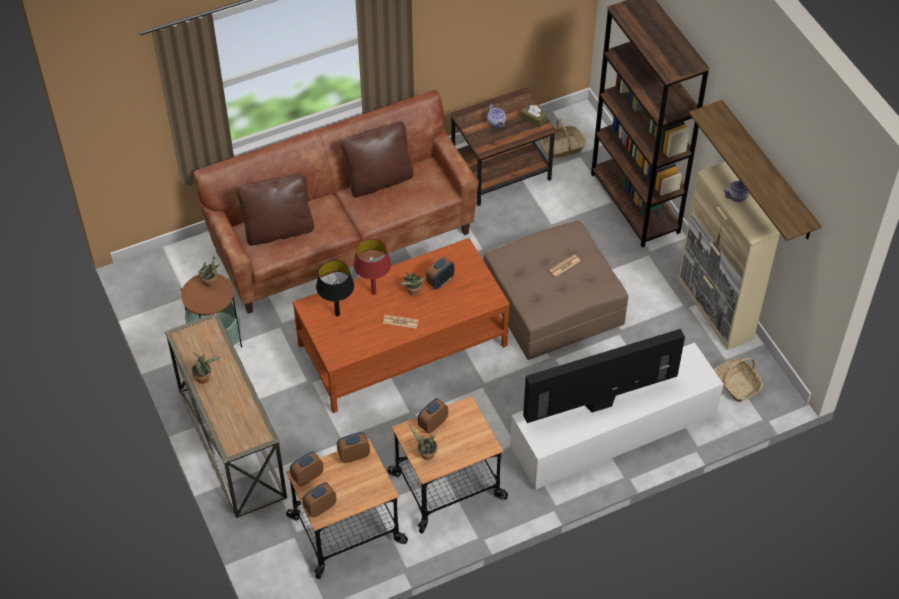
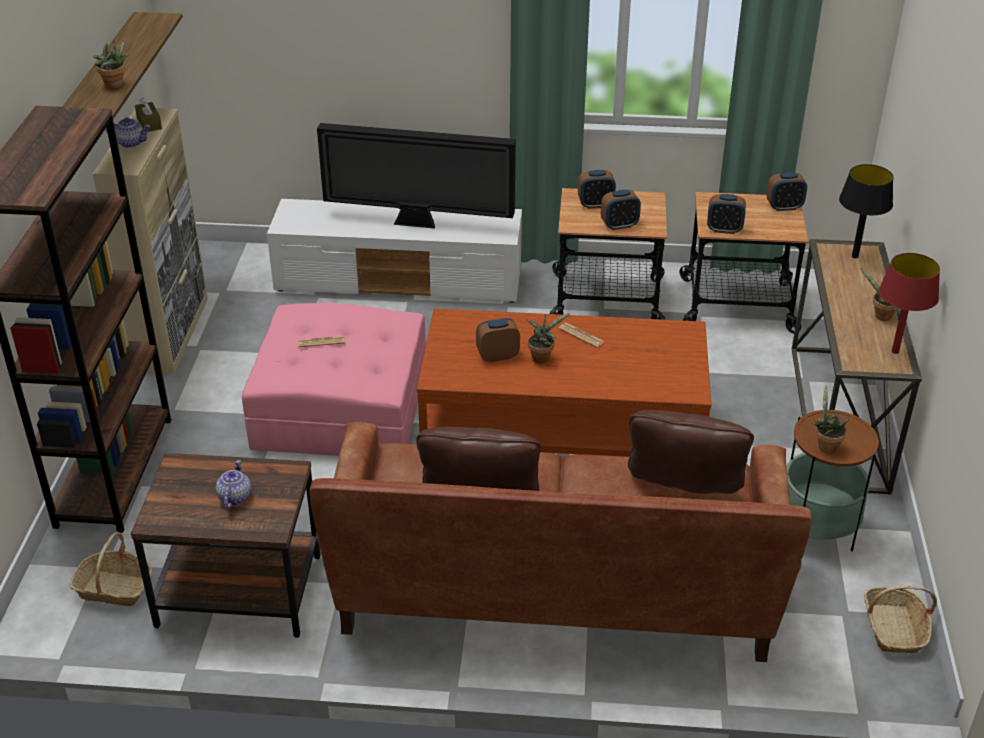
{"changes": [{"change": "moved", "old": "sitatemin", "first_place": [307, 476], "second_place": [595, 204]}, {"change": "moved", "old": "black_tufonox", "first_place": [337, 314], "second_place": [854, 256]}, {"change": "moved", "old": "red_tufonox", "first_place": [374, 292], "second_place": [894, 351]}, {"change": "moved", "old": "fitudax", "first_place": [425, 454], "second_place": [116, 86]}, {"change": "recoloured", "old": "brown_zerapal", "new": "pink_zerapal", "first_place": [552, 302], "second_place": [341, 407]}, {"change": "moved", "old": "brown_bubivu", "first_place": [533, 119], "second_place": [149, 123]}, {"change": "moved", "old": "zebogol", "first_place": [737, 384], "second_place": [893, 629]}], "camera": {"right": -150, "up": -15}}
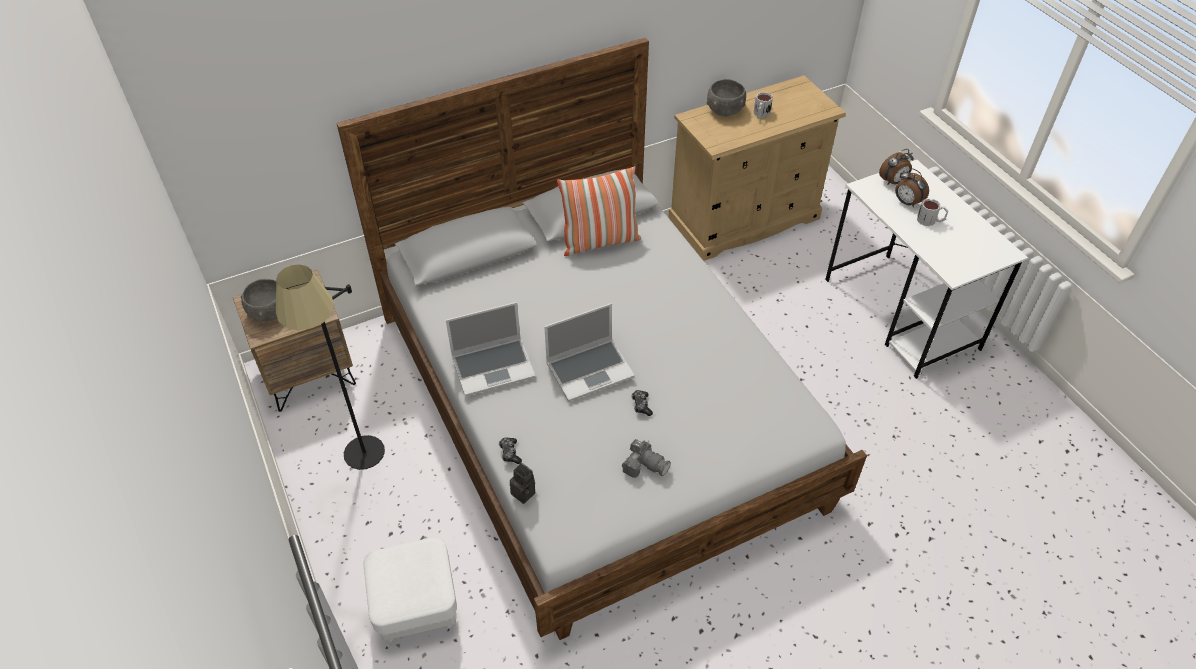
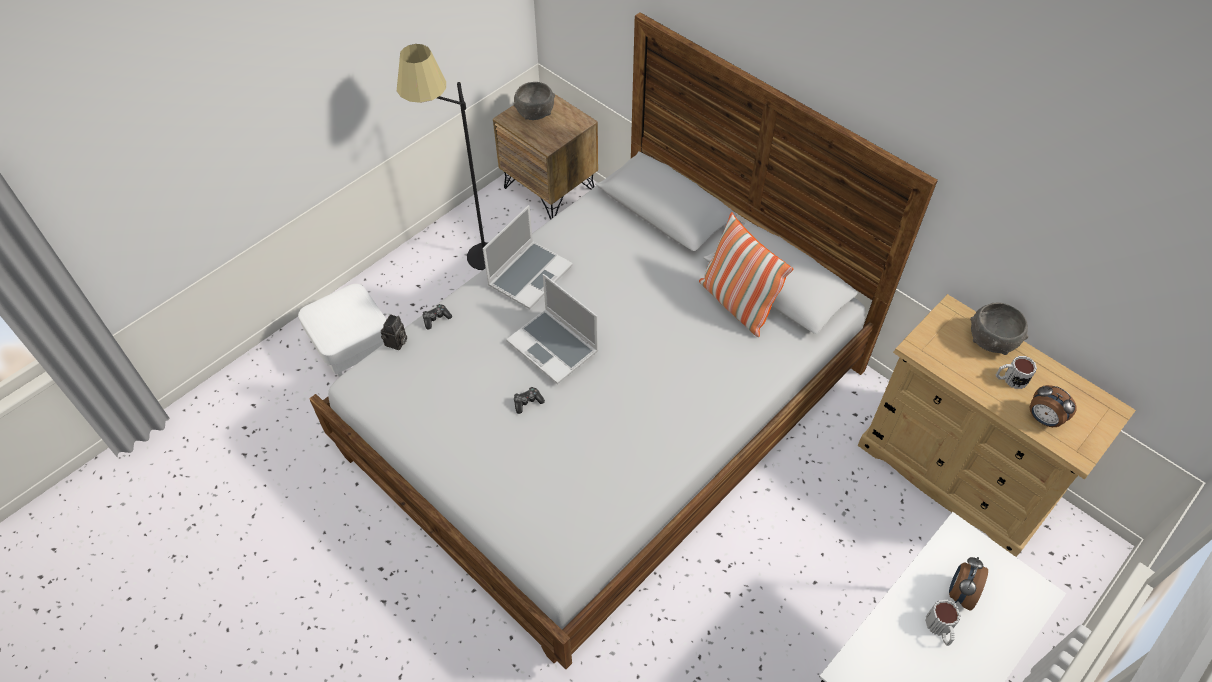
{"changes": [{"change": "turned", "old": "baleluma", "first_place": [494, 366], "second_place": [530, 274], "degrees": -105}, {"change": "removed", "old": "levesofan", "first_place": [645, 465]}, {"change": "moved", "old": "sitatemin", "first_place": [893, 182], "second_place": [1043, 419]}], "camera": {"right": 70, "up": 5}}
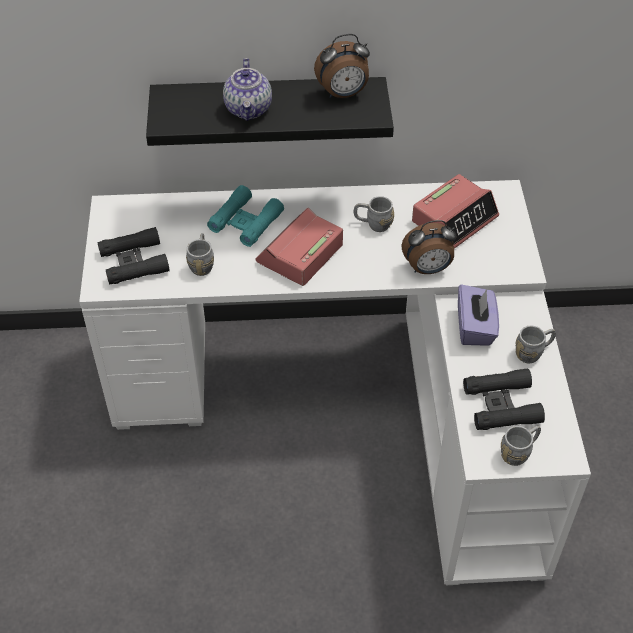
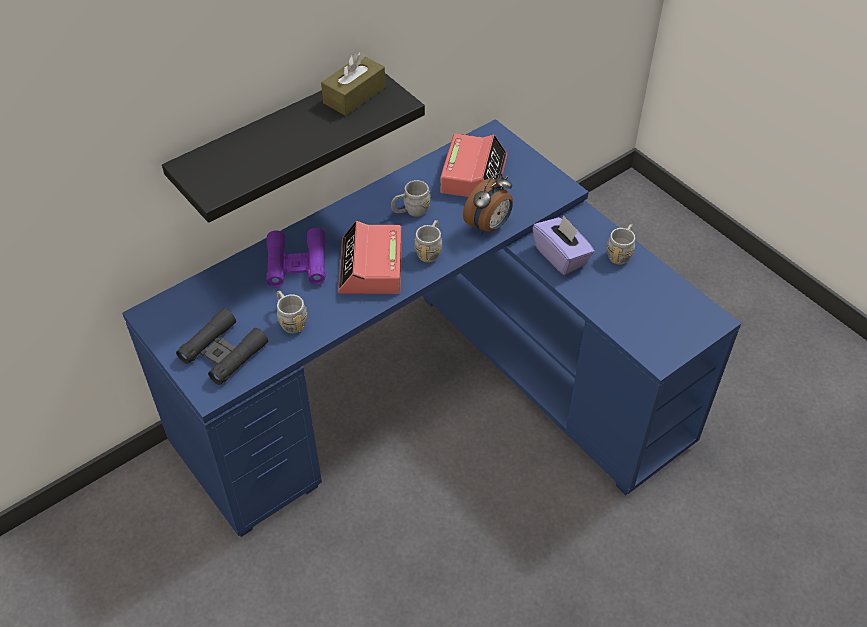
{"changes": [{"change": "recoloured", "old": "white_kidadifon", "new": "blue_kidadifon", "first_place": [354, 403], "second_place": [435, 391]}, {"change": "recoloured", "old": "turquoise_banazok", "new": "purple_banazok", "first_place": [245, 222], "second_place": [297, 263]}, {"change": "removed", "old": "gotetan", "first_place": [249, 109]}, {"change": "replaced", "old": "sitatemin", "new": "brown_bubivu", "first_place": [343, 94], "second_place": [354, 95]}, {"change": "removed", "old": "black_banazok", "first_place": [501, 405]}, {"change": "moved", "old": "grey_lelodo", "first_place": [519, 452], "second_place": [430, 250]}], "camera": {"right": -35, "up": 0}}
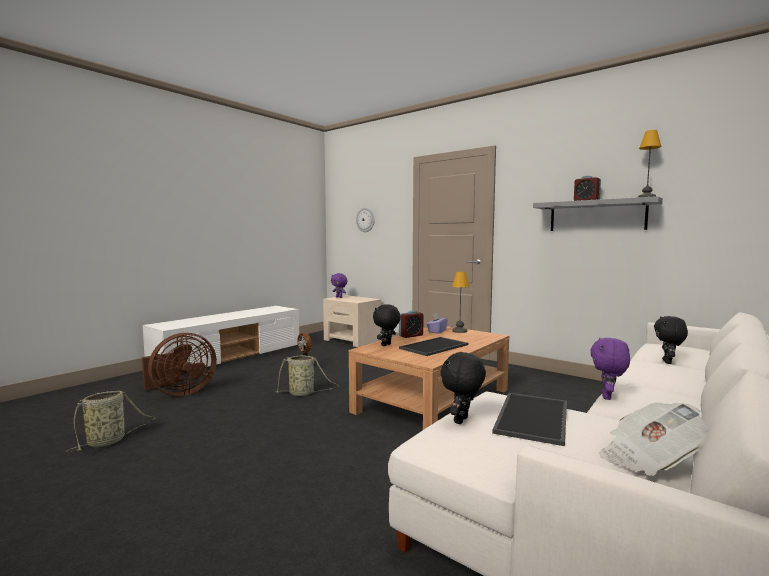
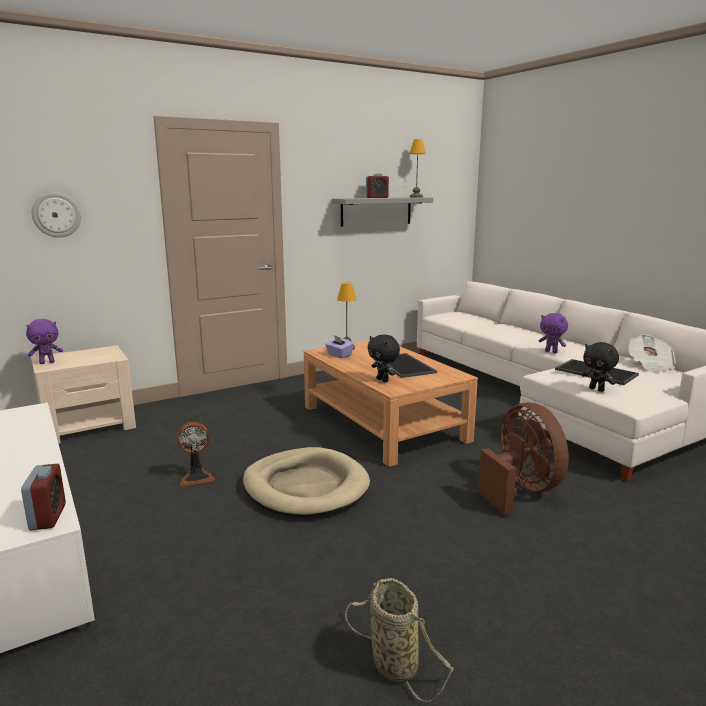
{"changes": [{"change": "moved", "old": "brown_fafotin", "first_place": [180, 393], "second_place": [520, 490]}, {"change": "replaced", "old": "zebogol", "new": "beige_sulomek", "first_place": [303, 393], "second_place": [305, 487]}, {"change": "moved", "old": "sitatemin", "first_place": [411, 336], "second_place": [48, 517]}, {"change": "removed", "old": "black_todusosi", "first_place": [668, 362]}], "camera": {"right": -70, "up": 10}}
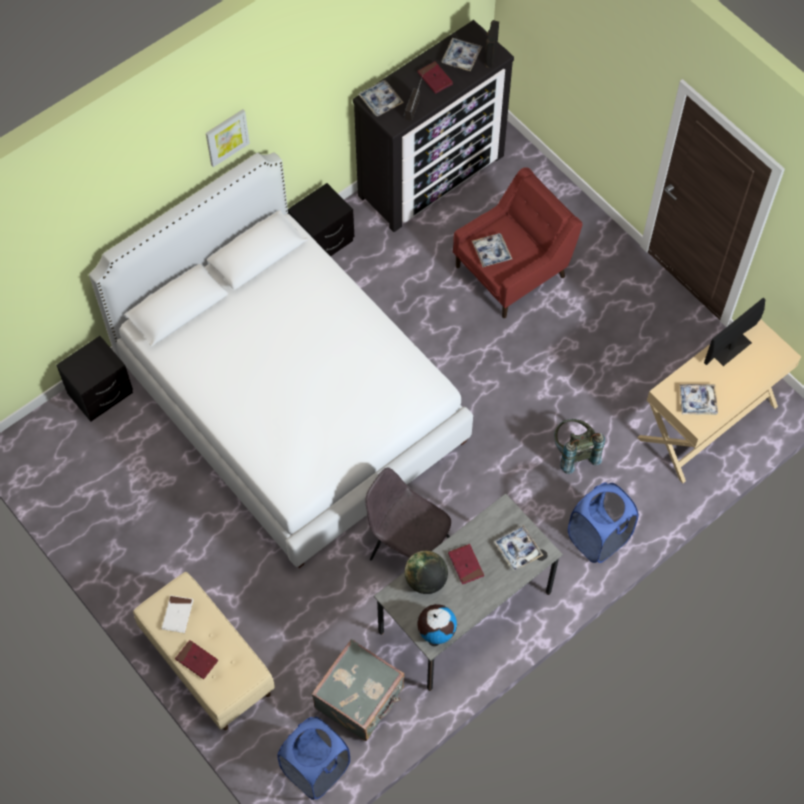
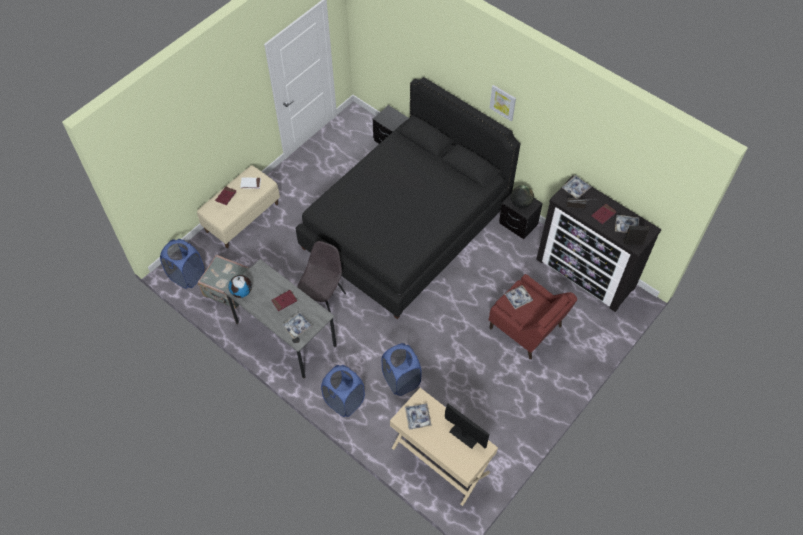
{"changes": [{"change": "recoloured", "old": "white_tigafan", "new": "black_tigafan", "first_place": [291, 401], "second_place": [406, 227]}, {"change": "moved", "old": "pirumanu", "first_place": [426, 580], "second_place": [521, 203]}, {"change": "replaced", "old": "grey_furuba", "new": "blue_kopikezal", "first_place": [573, 453], "second_place": [401, 380]}], "camera": {"right": 80, "up": -5}}
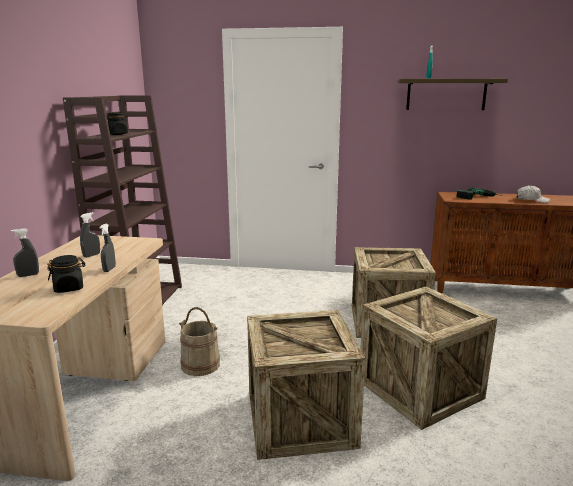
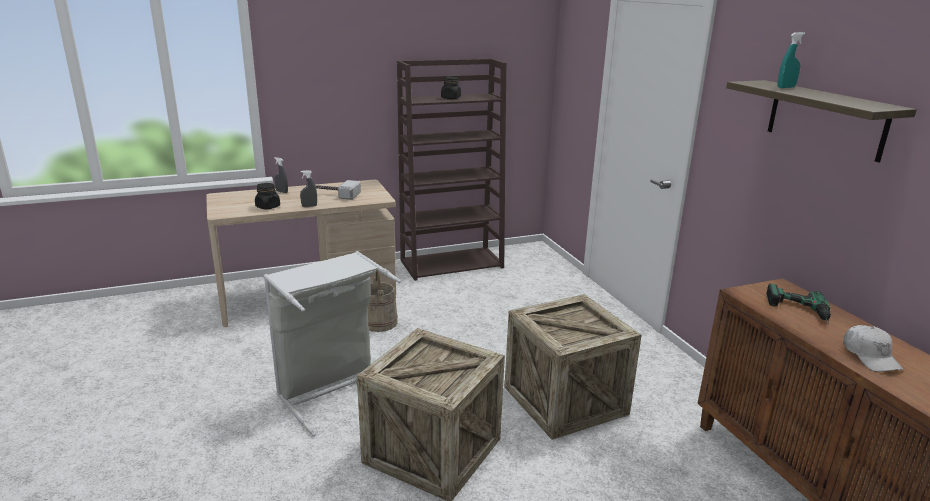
{"changes": [{"change": "replaced", "old": "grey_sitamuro", "new": "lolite", "first_place": [91, 255], "second_place": [333, 194]}, {"change": "replaced", "old": "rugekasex", "new": "grey_kopikezal", "first_place": [300, 420], "second_place": [334, 391]}], "camera": {"right": 60, "up": 5}}
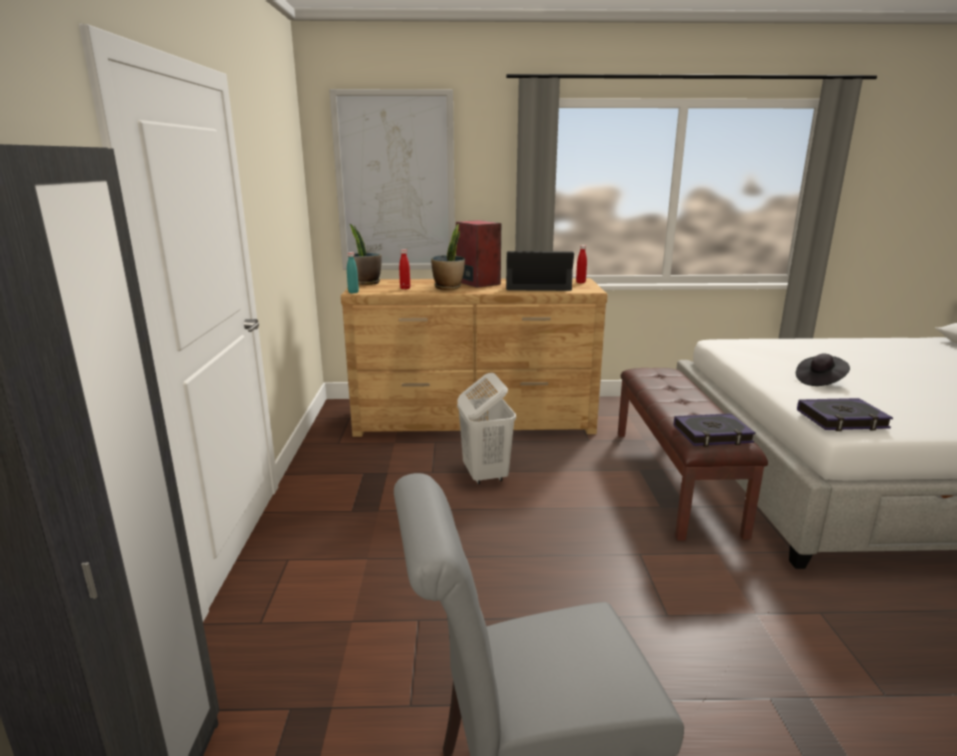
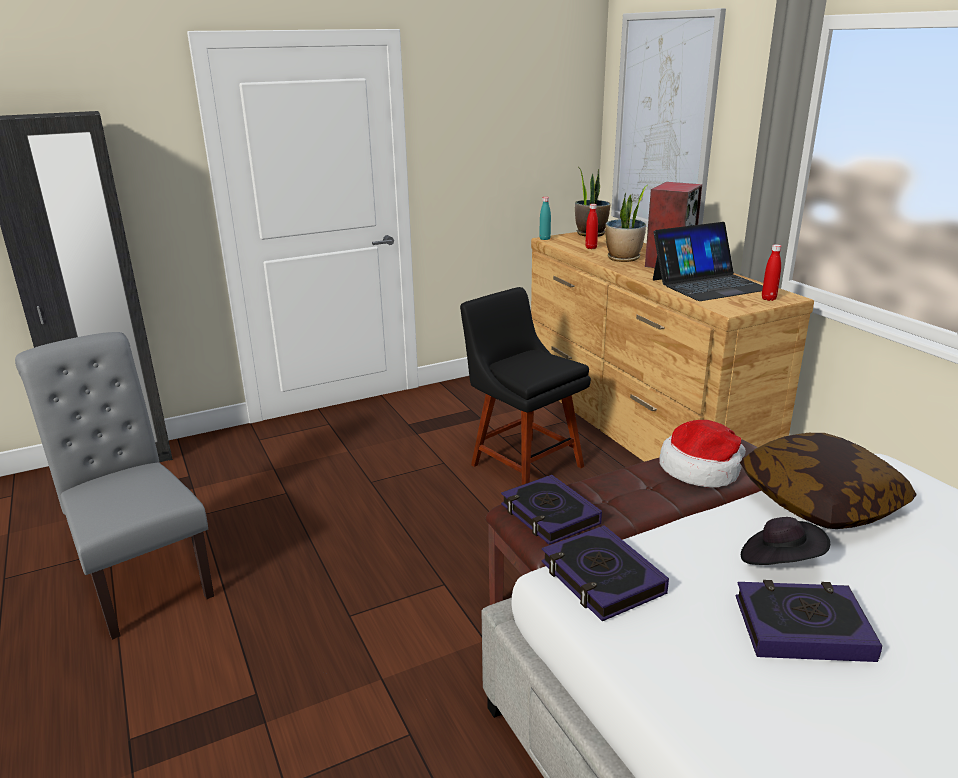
{"changes": [{"change": "replaced", "old": "white_kopikezal", "new": "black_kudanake", "first_place": [485, 475], "second_place": [523, 463]}, {"change": "turned", "old": "baleluma", "first_place": [537, 285], "second_place": [709, 284], "degrees": 90}, {"change": "added", "new": "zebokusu", "second_place": [701, 469]}, {"change": "added", "new": "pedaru", "second_place": [802, 628]}, {"change": "added", "new": "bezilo", "second_place": [819, 501]}], "camera": {"right": 65, "up": 5}}
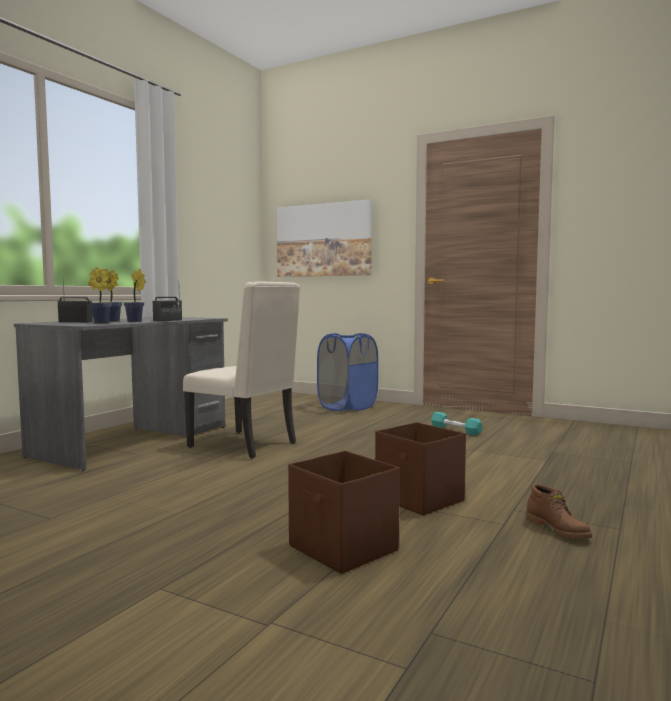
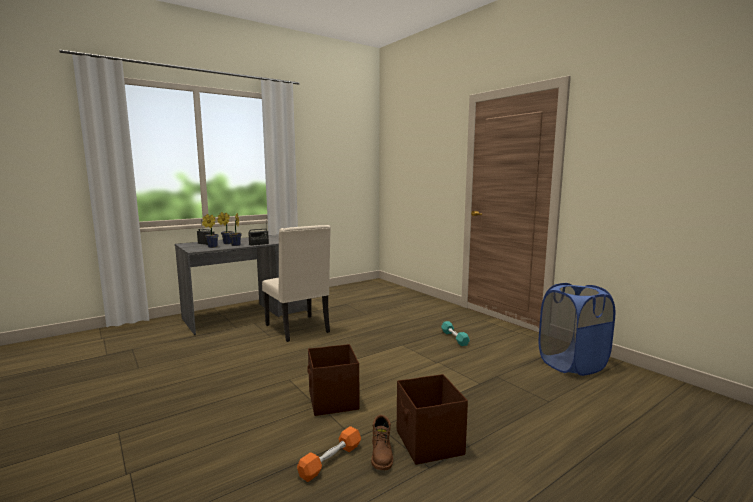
{"changes": [{"change": "removed", "old": "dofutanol", "first_place": [323, 240]}, {"change": "moved", "old": "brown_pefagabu", "first_place": [343, 549], "second_place": [429, 443]}, {"change": "moved", "old": "blue_kopikezal", "first_place": [347, 407], "second_place": [572, 364]}, {"change": "added", "new": "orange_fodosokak", "second_place": [330, 460]}], "camera": {"right": 25, "up": 5}}
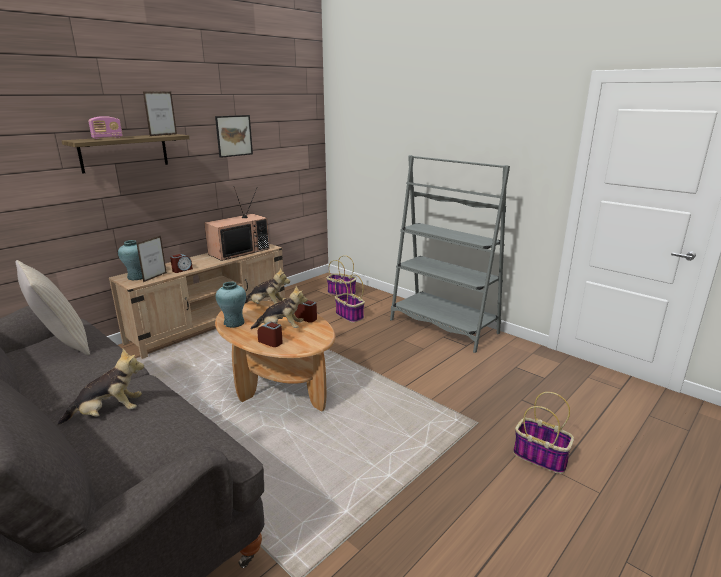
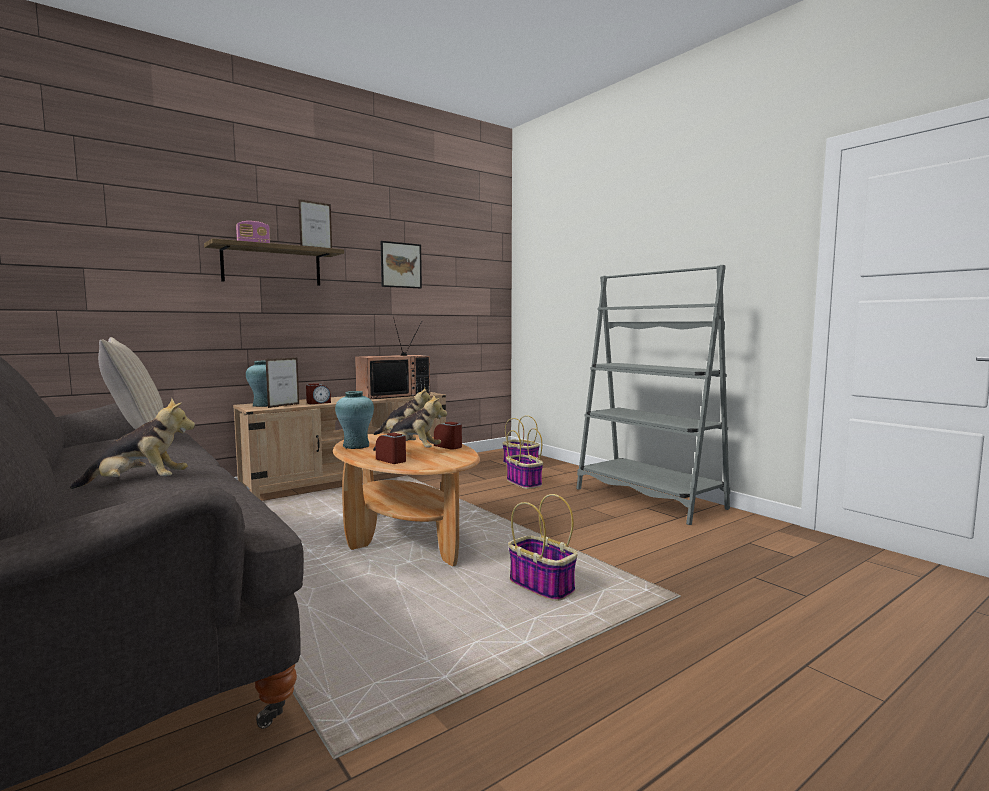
{"changes": [{"change": "moved", "old": "zebogol", "first_place": [541, 457], "second_place": [543, 586]}], "camera": {"right": 10, "up": -15}}
